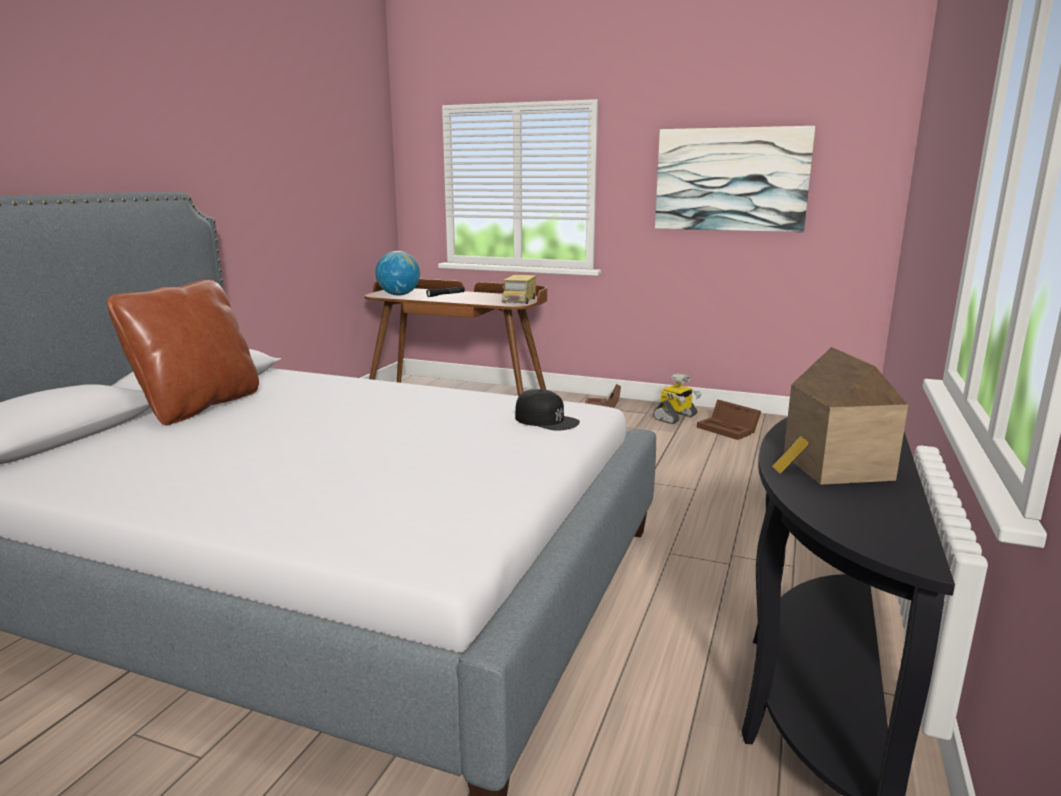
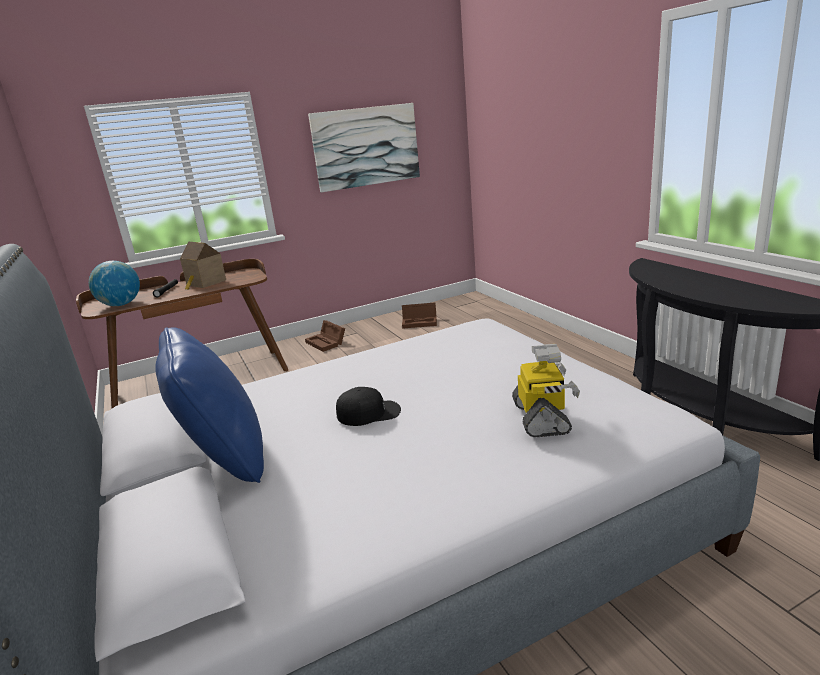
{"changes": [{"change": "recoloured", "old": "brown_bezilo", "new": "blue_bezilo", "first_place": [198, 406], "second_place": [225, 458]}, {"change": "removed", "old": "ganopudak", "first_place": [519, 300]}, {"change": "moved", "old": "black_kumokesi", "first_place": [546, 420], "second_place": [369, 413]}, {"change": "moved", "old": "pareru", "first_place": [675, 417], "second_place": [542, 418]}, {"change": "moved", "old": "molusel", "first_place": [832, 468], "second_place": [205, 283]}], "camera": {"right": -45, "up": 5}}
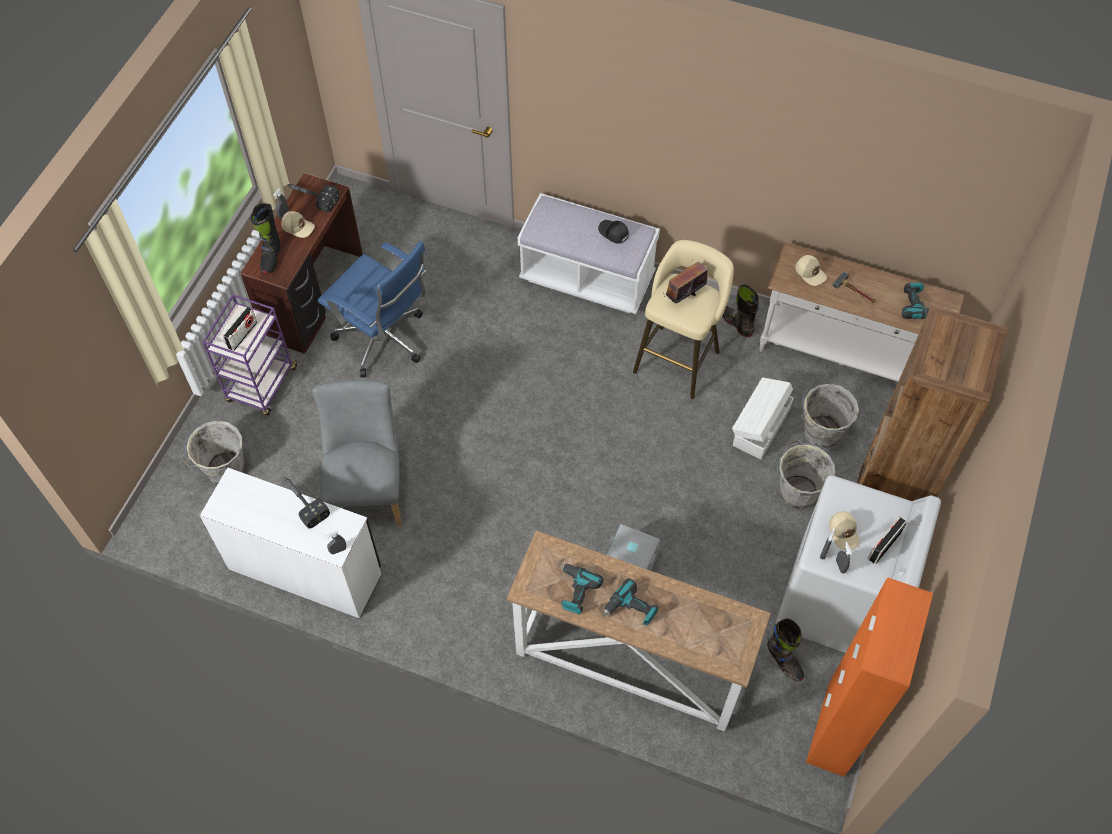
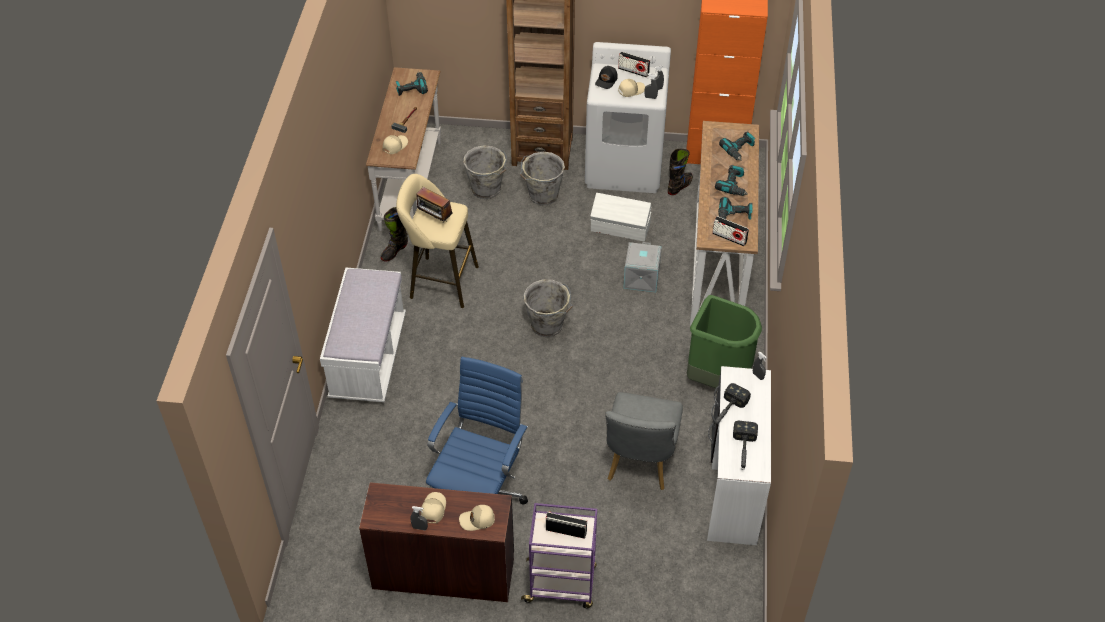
{"changes": [{"change": "moved", "old": "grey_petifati", "first_place": [224, 470], "second_place": [548, 326]}, {"change": "replaced", "old": "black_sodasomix", "new": "beige_kumokesi", "first_place": [271, 257], "second_place": [477, 520]}, {"change": "moved", "old": "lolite", "first_place": [311, 197], "second_place": [743, 451]}, {"change": "turned", "old": "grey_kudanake", "first_place": [368, 489], "second_place": [639, 464], "degrees": -60}, {"change": "moved", "old": "black_kumokesi", "first_place": [613, 233], "second_place": [606, 81]}, {"change": "moved", "old": "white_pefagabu", "first_place": [760, 427], "second_place": [620, 228]}, {"change": "added", "new": "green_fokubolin", "second_place": [717, 378]}, {"change": "added", "new": "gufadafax", "second_place": [729, 238]}, {"change": "added", "new": "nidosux", "second_place": [739, 150]}], "camera": {"right": -105, "up": -10}}
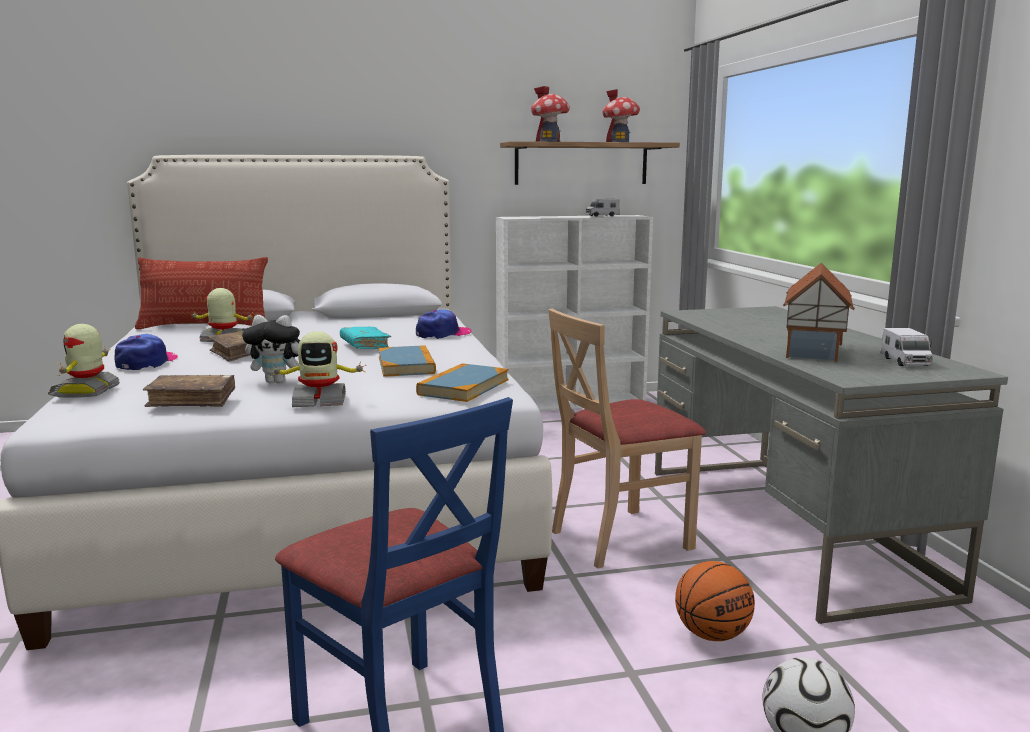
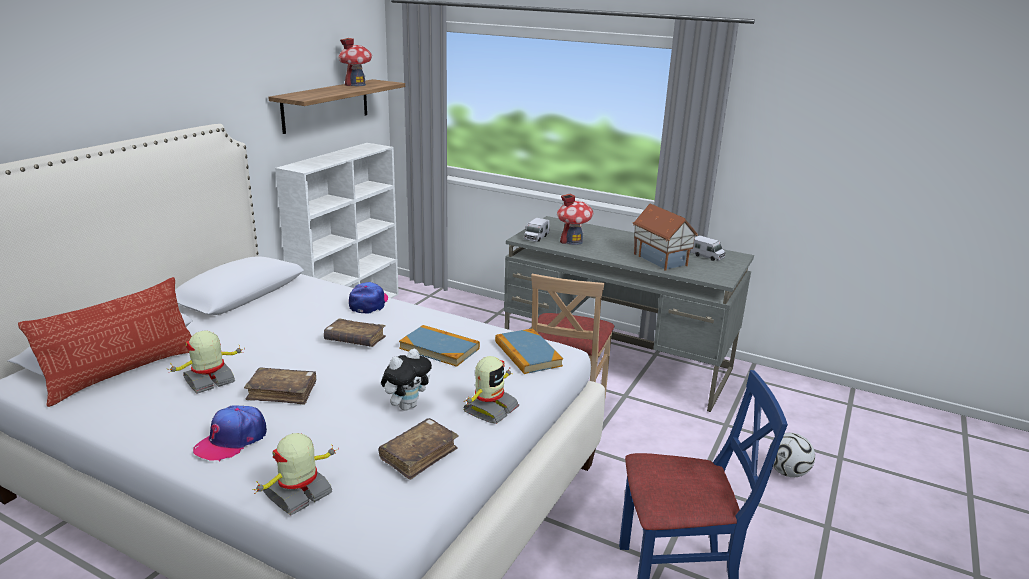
{"changes": [{"change": "turned", "old": "pareru", "first_place": [87, 391], "second_place": [299, 494], "degrees": 90}, {"change": "turned", "old": "kumokesi", "first_place": [147, 362], "second_place": [231, 440], "degrees": -105}, {"change": "recoloured", "old": "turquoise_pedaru", "new": "brown_pedaru", "first_place": [365, 346], "second_place": [355, 340]}, {"change": "moved", "old": "molusel", "first_place": [549, 141], "second_place": [573, 241]}, {"change": "moved", "old": "ganopudak", "first_place": [602, 216], "second_place": [536, 237]}, {"change": "removed", "old": "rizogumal", "first_place": [712, 635]}], "camera": {"right": -50, "up": 10}}
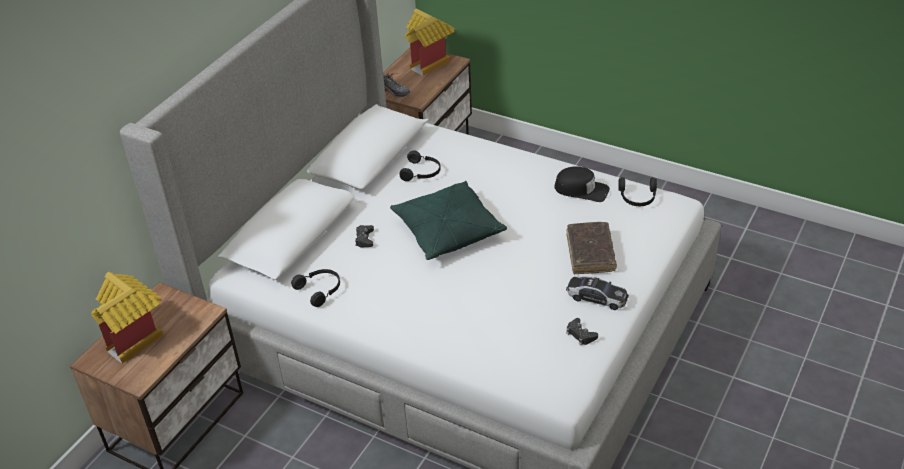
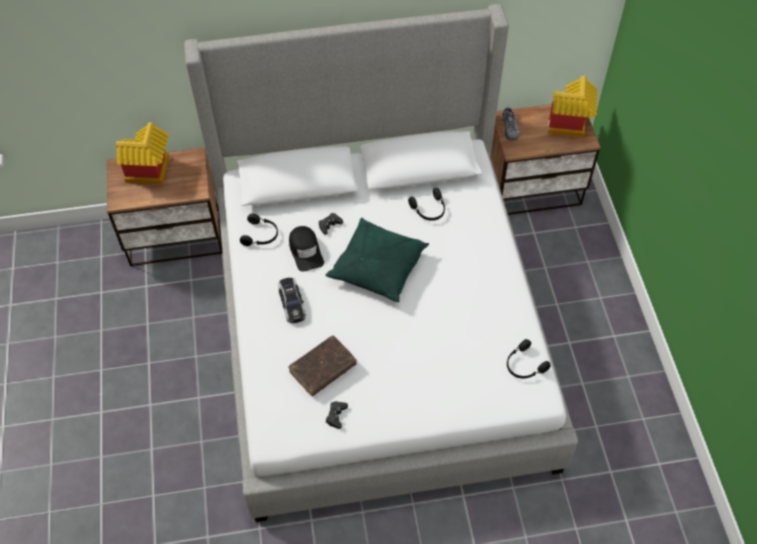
{"changes": [{"change": "moved", "old": "black_kumokesi", "first_place": [581, 189], "second_place": [306, 251]}, {"change": "moved", "old": "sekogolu", "first_place": [596, 297], "second_place": [292, 303]}, {"change": "moved", "old": "brown_pedaru", "first_place": [590, 253], "second_place": [323, 369]}], "camera": {"right": 50, "up": 15}}
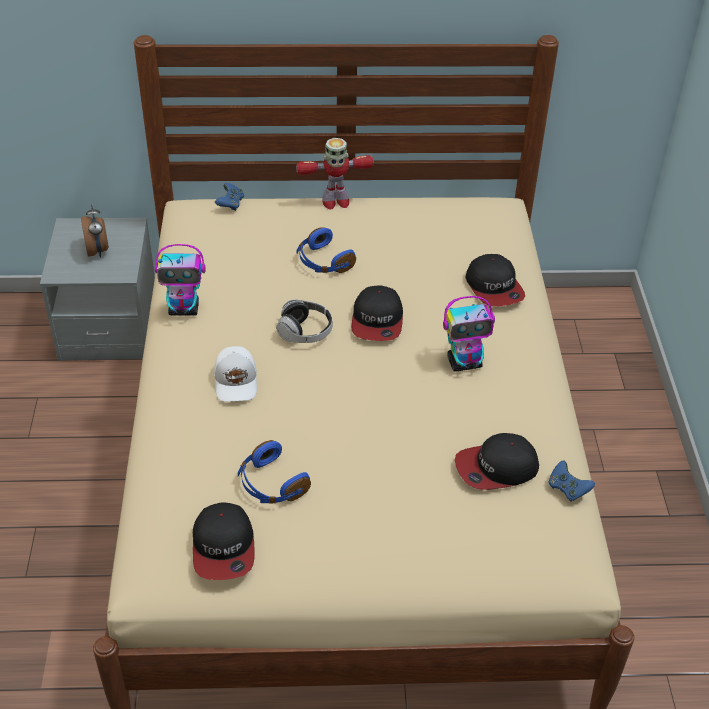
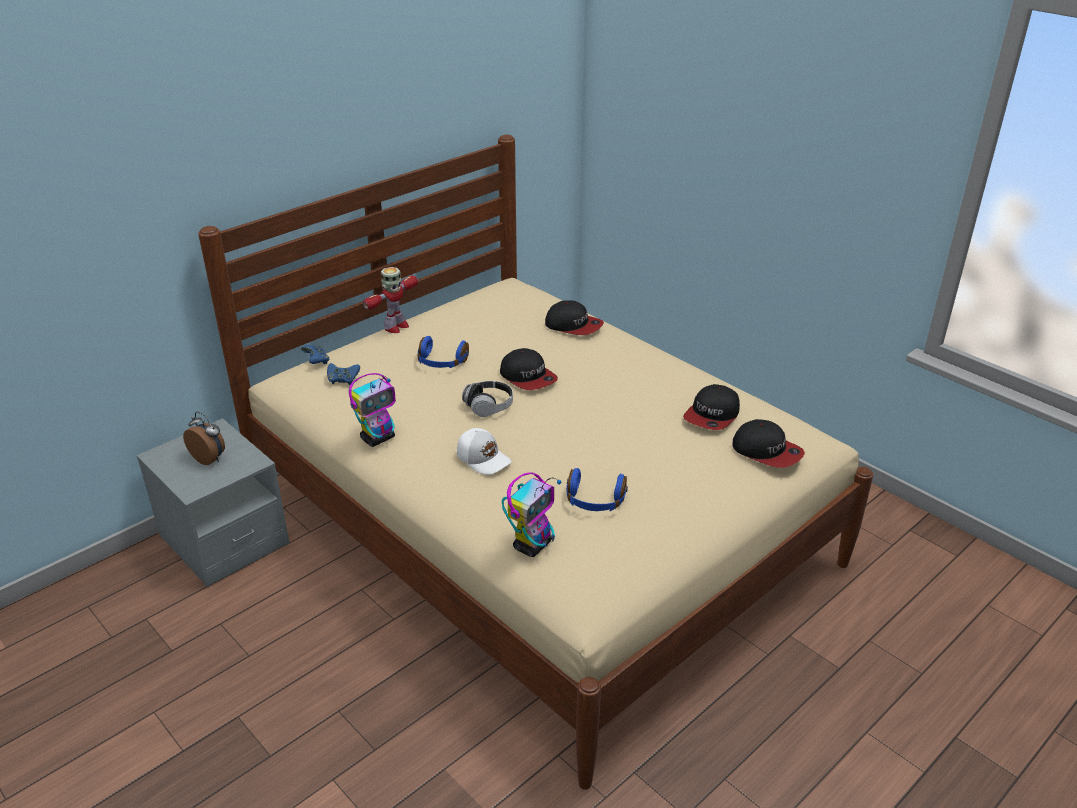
{"changes": [{"change": "moved", "old": "kumokesi", "first_place": [224, 547], "second_place": [767, 451]}, {"change": "moved", "old": "pareru", "first_place": [465, 363], "second_place": [533, 545]}, {"change": "moved", "old": "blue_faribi", "first_place": [567, 489], "second_place": [343, 380]}], "camera": {"right": -40, "up": -10}}
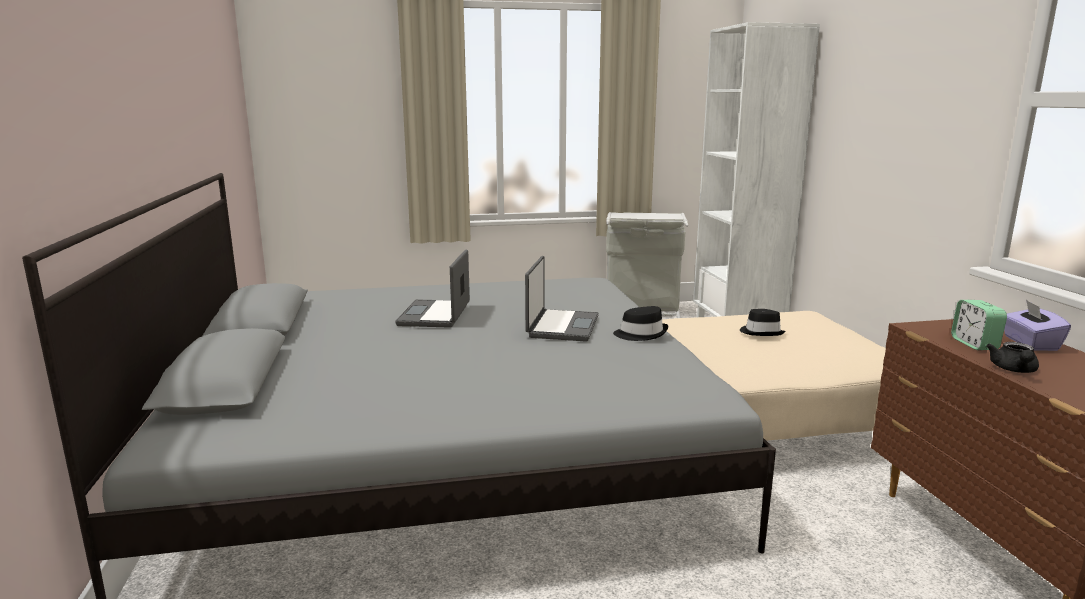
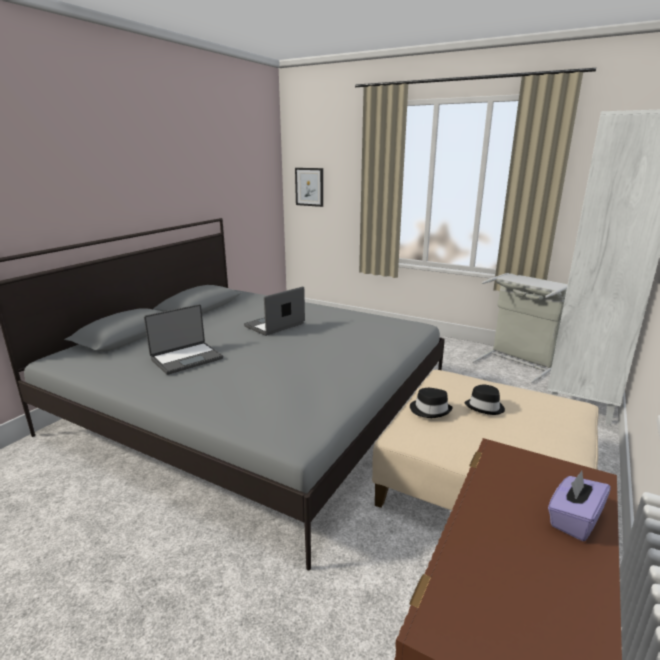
{"changes": [{"change": "moved", "old": "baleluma", "first_place": [561, 326], "second_place": [186, 358]}, {"change": "moved", "old": "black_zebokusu", "first_place": [641, 334], "second_place": [430, 410]}, {"change": "removed", "old": "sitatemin", "first_place": [974, 344]}, {"change": "removed", "old": "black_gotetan", "first_place": [1013, 370]}, {"change": "added", "new": "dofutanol", "second_place": [309, 187]}], "camera": {"right": 40, "up": 5}}
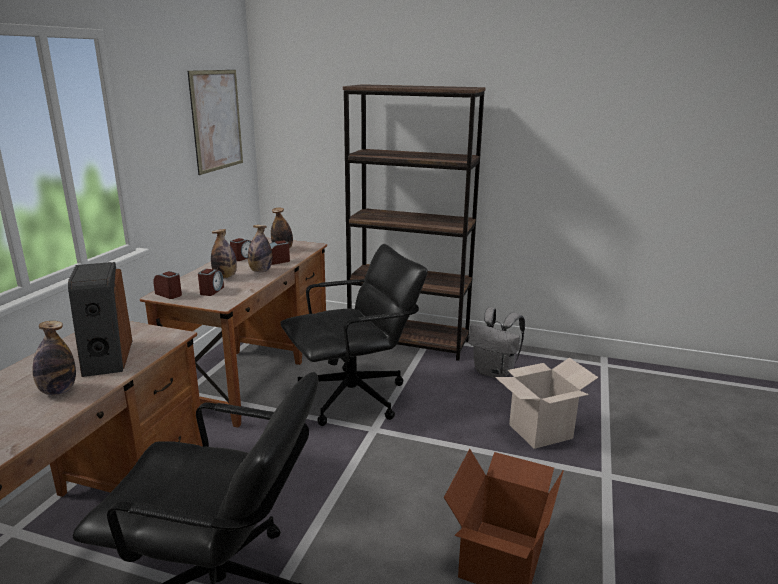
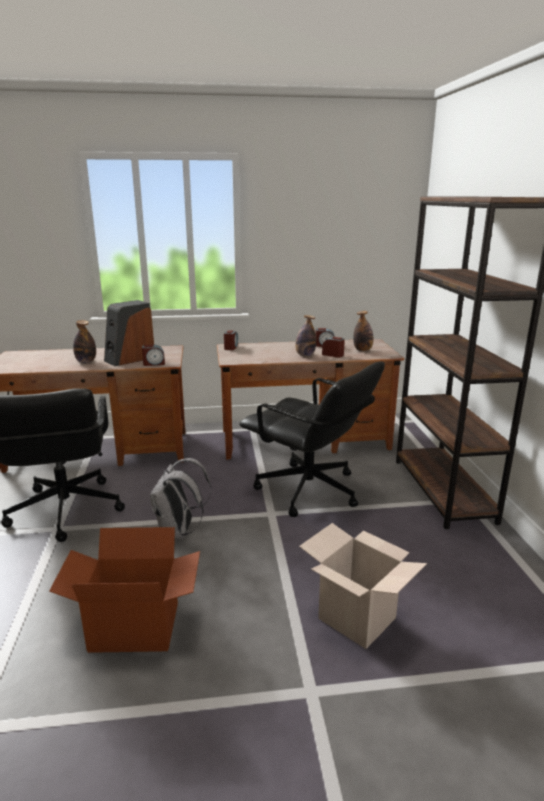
{"changes": [{"change": "removed", "old": "dofutanol", "first_place": [217, 120]}, {"change": "moved", "old": "sitatemin", "first_place": [211, 291], "second_place": [154, 363]}, {"change": "removed", "old": "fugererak", "first_place": [225, 277]}, {"change": "moved", "old": "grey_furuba", "first_place": [495, 372], "second_place": [179, 532]}], "camera": {"right": 65, "up": 0}}
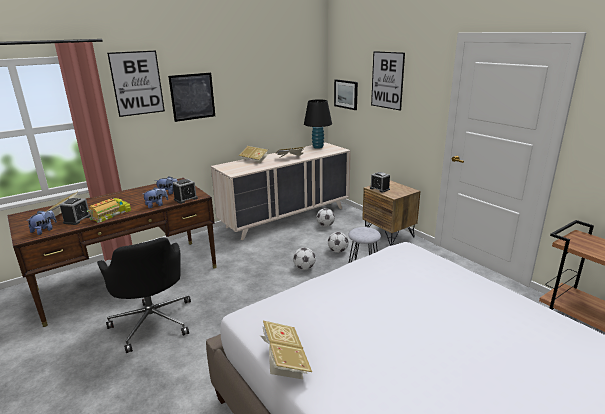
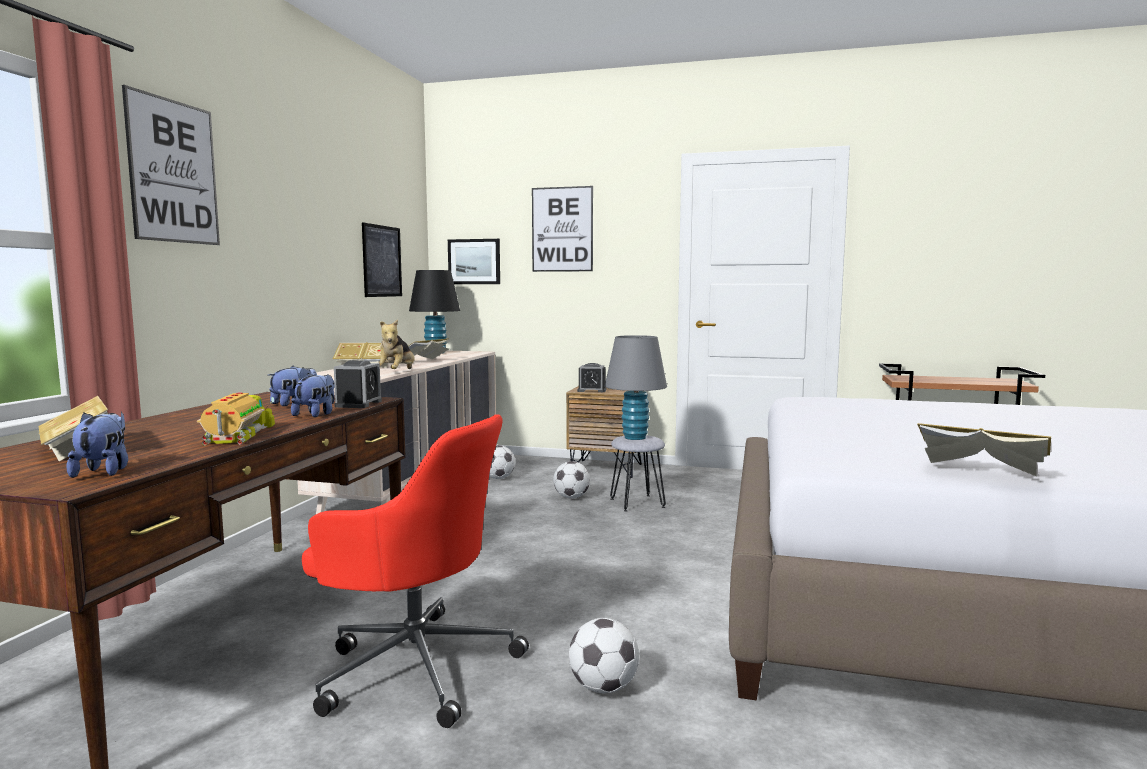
{"changes": [{"change": "removed", "old": "sitatemin", "first_place": [77, 219]}, {"change": "recoloured", "old": "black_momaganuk", "new": "red_momaganuk", "first_place": [153, 321], "second_place": [415, 666]}, {"change": "moved", "old": "dofutanol", "first_place": [192, 96], "second_place": [382, 261]}, {"change": "moved", "old": "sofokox", "first_place": [304, 268], "second_place": [603, 687]}, {"change": "added", "new": "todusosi", "second_place": [397, 373]}, {"change": "added", "new": "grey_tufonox", "second_place": [635, 437]}], "camera": {"right": -40, "up": -15}}
